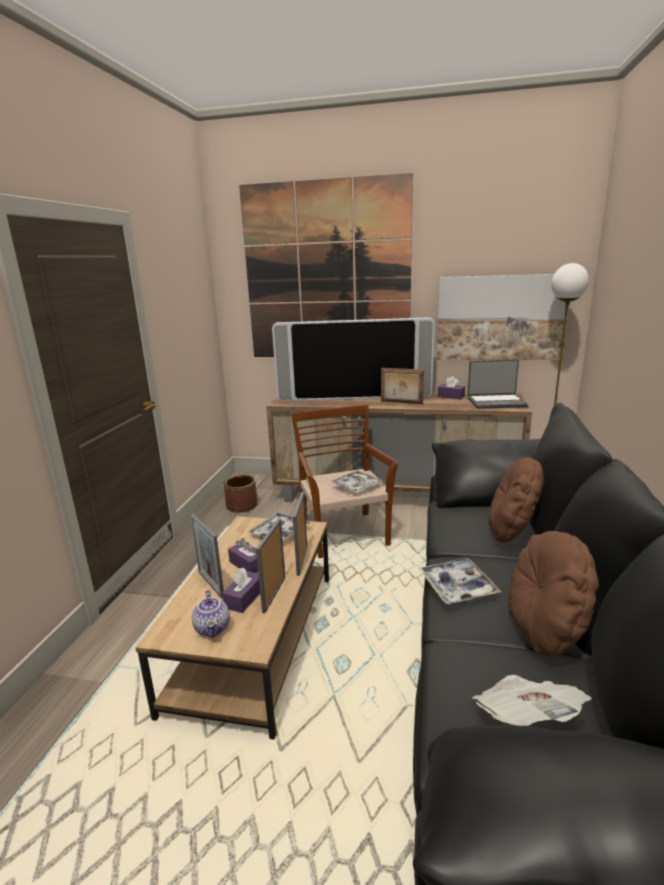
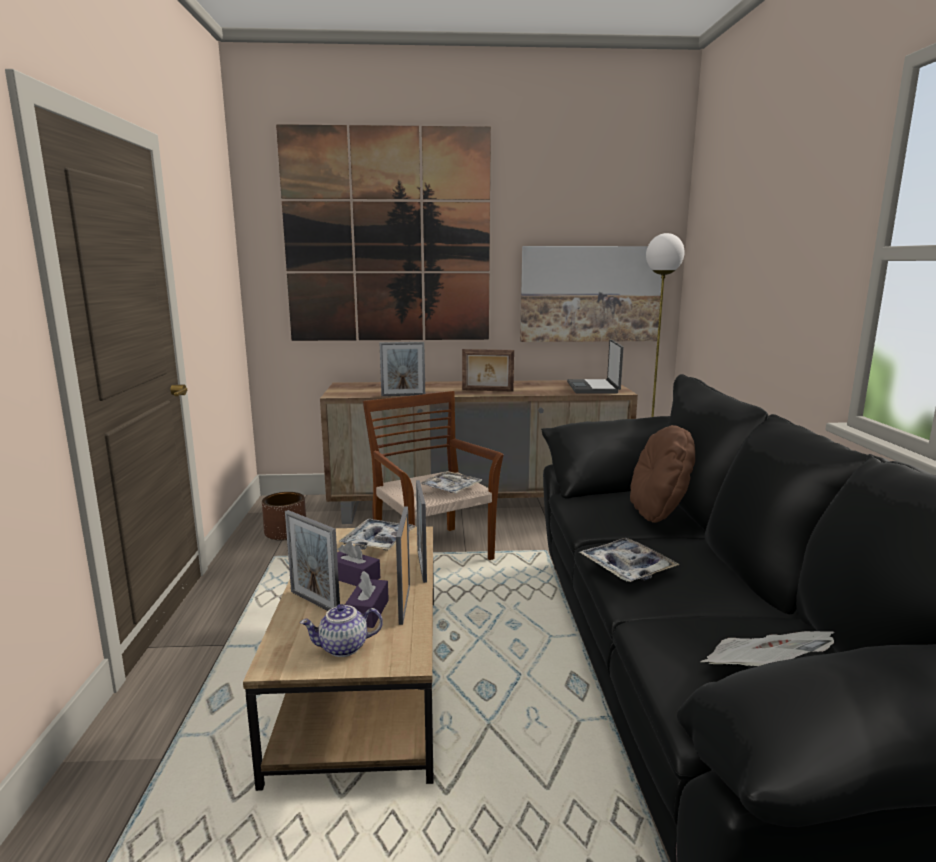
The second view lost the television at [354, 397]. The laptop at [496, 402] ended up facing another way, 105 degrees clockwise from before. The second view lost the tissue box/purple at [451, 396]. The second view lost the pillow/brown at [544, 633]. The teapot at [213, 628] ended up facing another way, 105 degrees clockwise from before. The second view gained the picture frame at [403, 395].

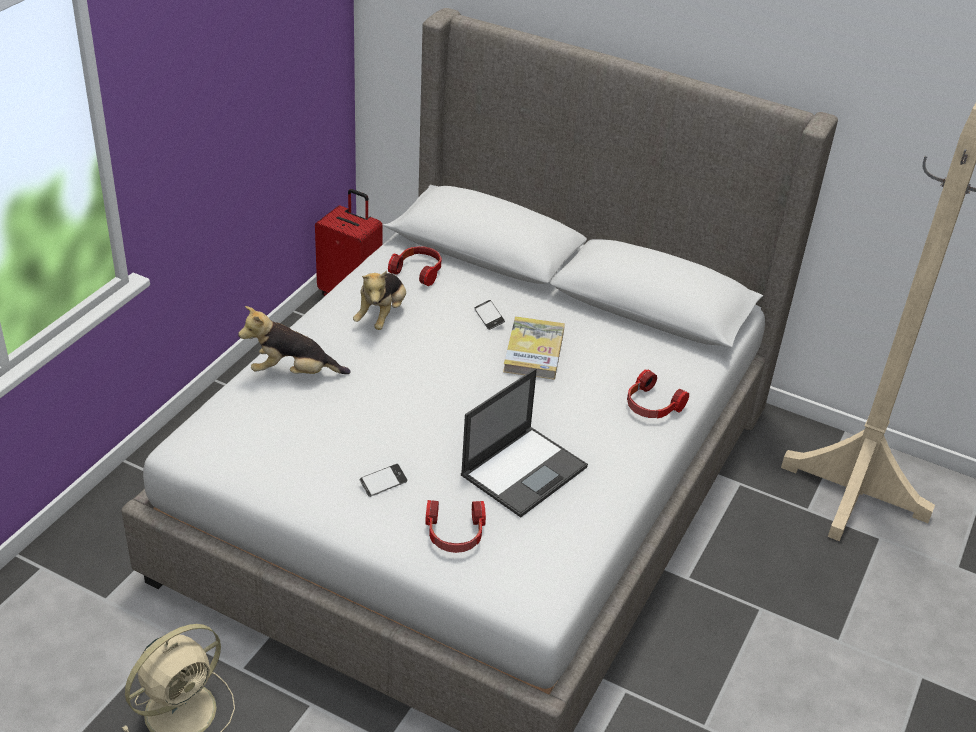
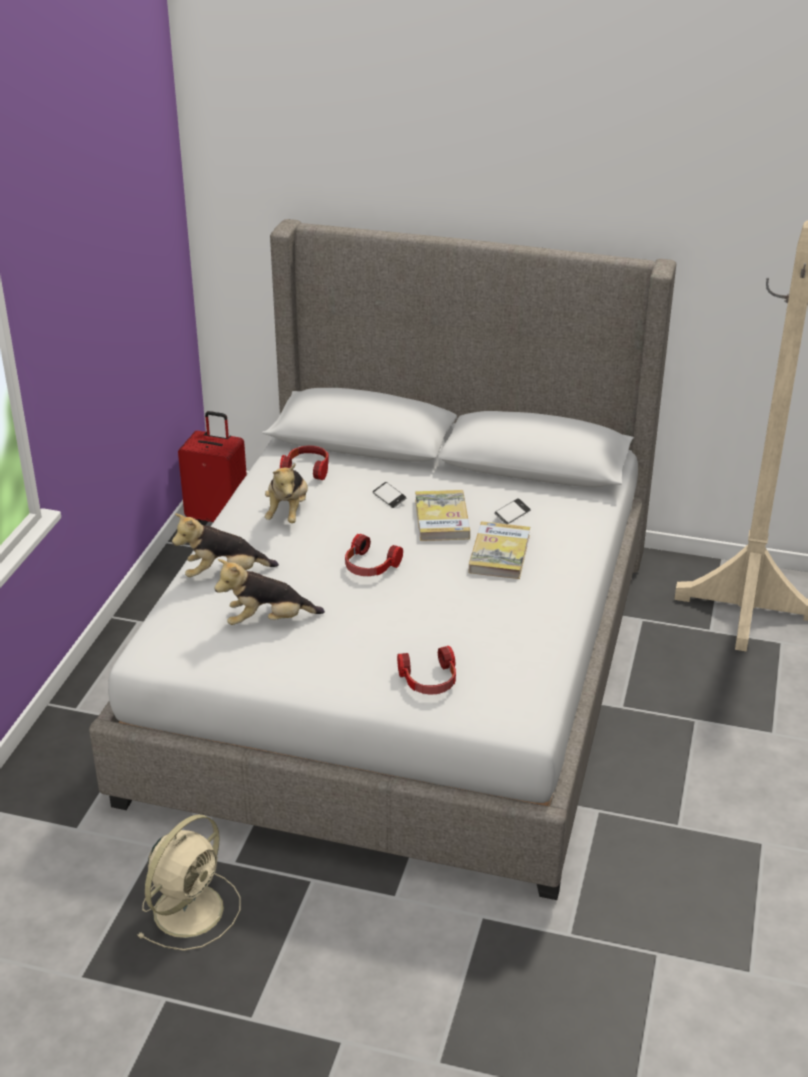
The second view lost the laptop at [524, 470]. The headphones ended up elsewhere, having gone from [651, 406] to [369, 567]. The phone ended up elsewhere, having gone from [383, 483] to [512, 514]. The second view gained the book at [499, 553]. The second view gained the plush toy at [268, 621].

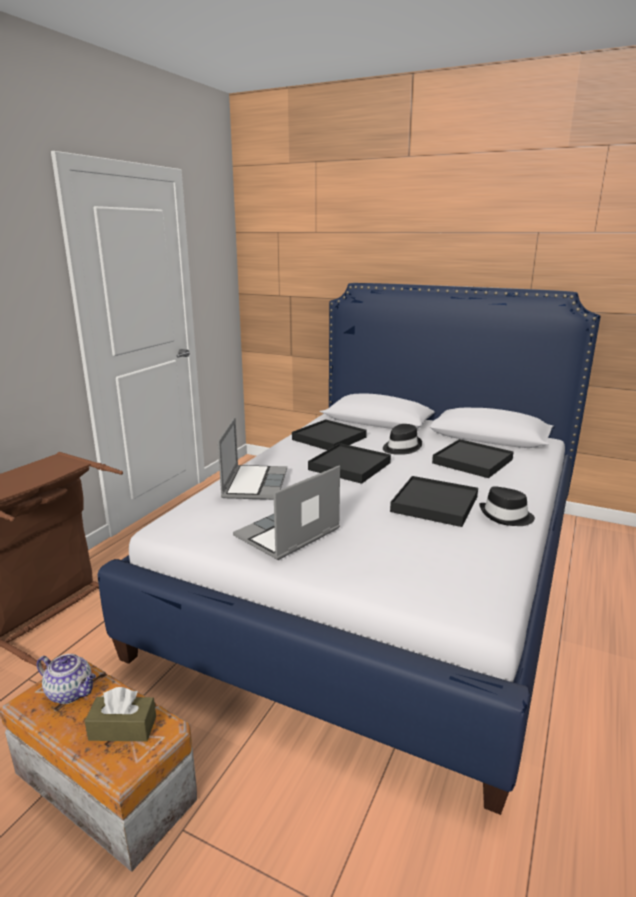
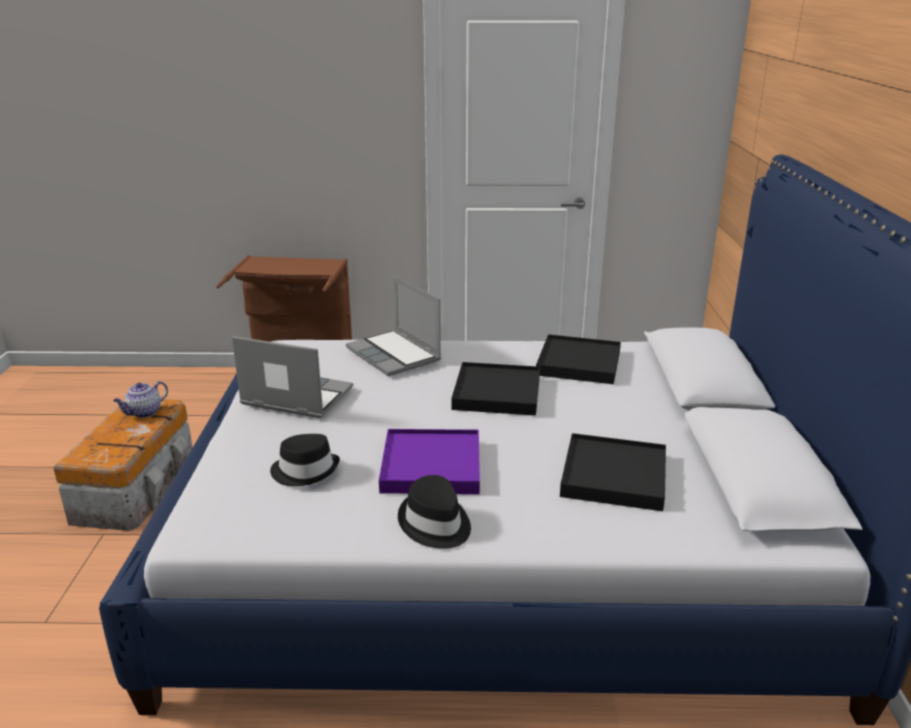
The laptop at [254, 483] ended up facing another way, 75 degrees clockwise from before. The hat/black ended up elsewhere, having gone from [401, 447] to [305, 470]. What was the tray/black at [434, 504] turned into the tray/purple at [431, 466]. The teapot at [71, 692] ended up facing another way, 45 degrees clockwise from before. The second view lost the tissue box/brown at [123, 728].

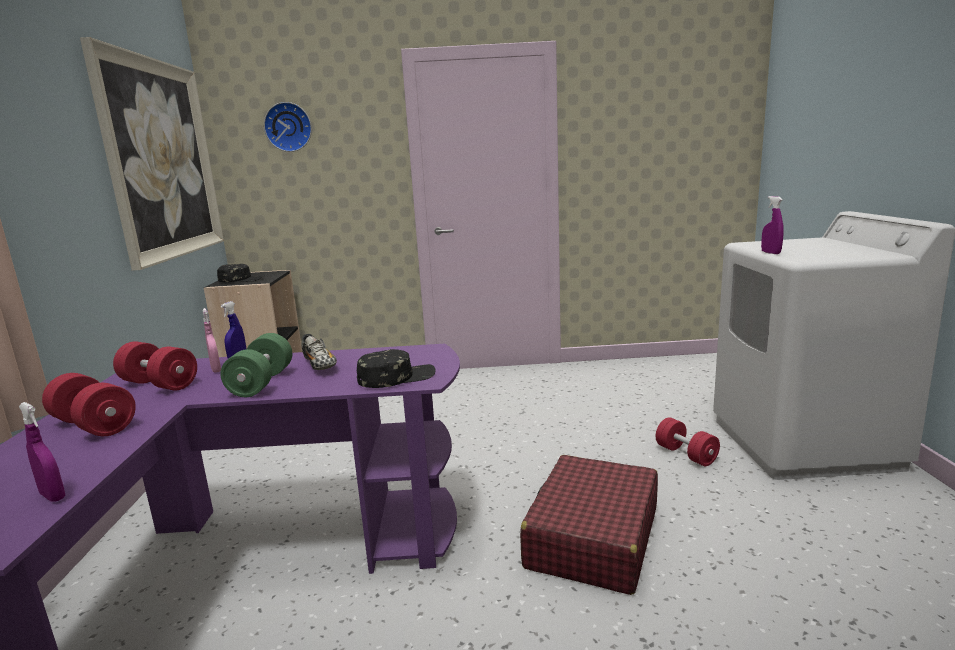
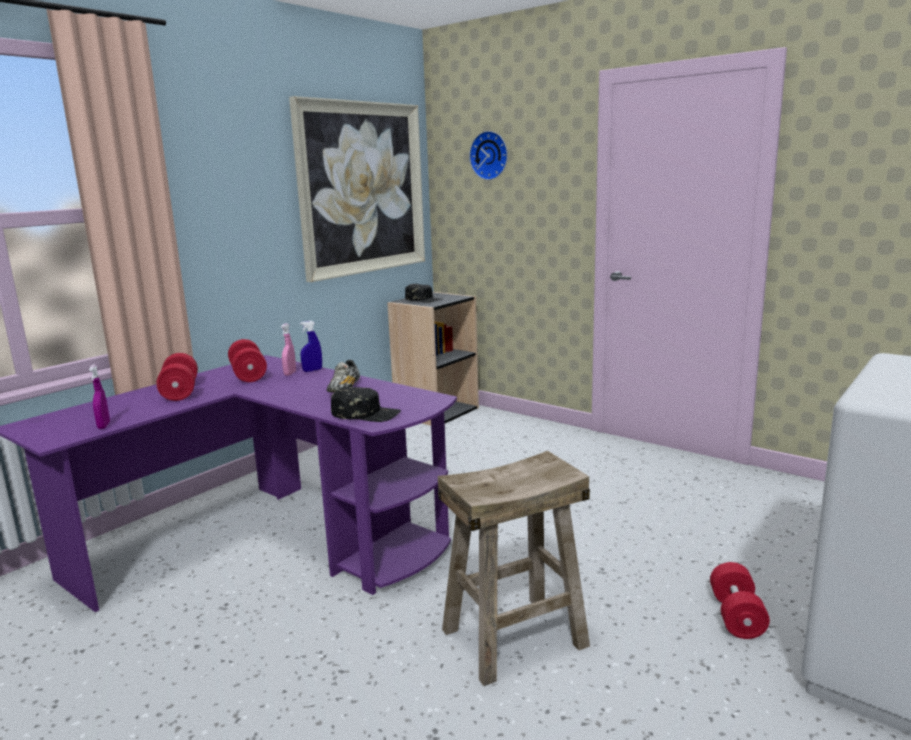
The second view lost the spray bottle/purple at [770, 253]. The second view lost the dumbbell/green at [261, 383]. Where the suitcase/red stood at [592, 538], the stool/beige came to stand at [514, 638].

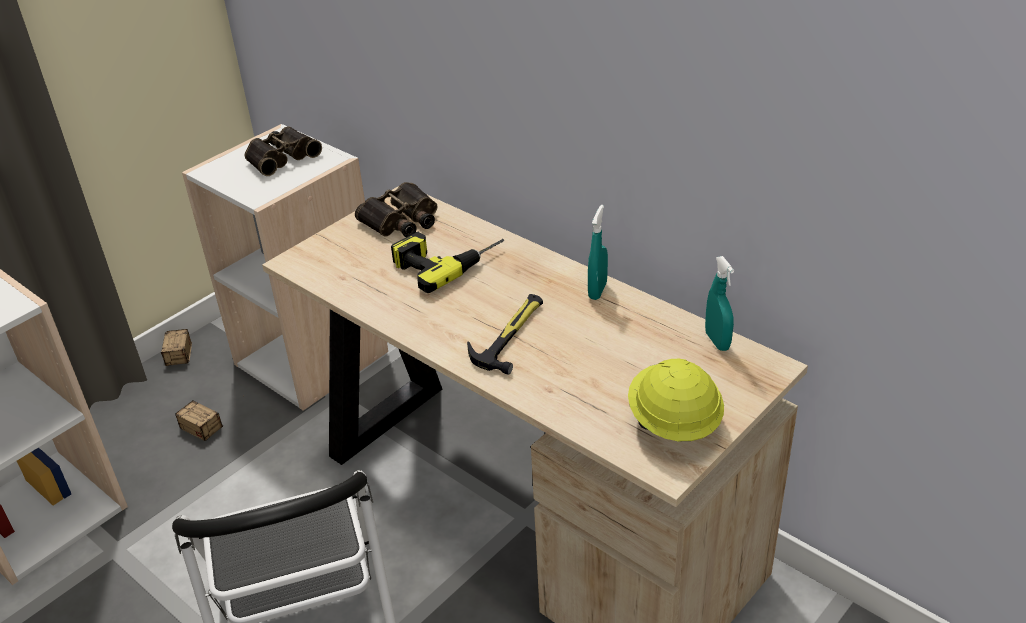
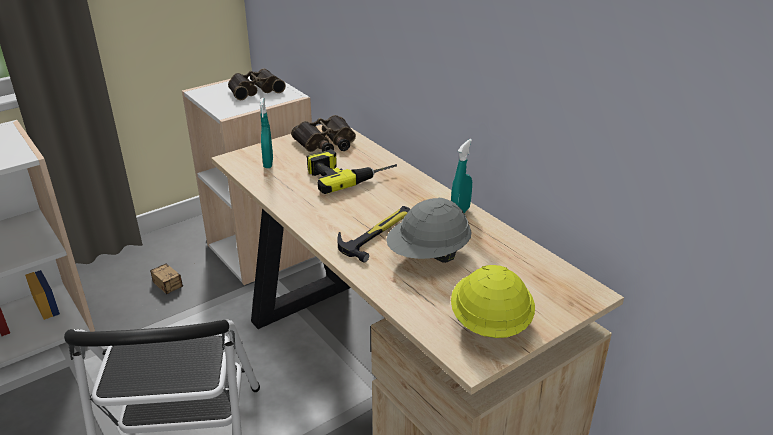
The spray bottle/turquoise ended up elsewhere, having gone from [717, 341] to [268, 163]. The second view lost the storage box at [176, 369]. The second view gained the hard hat/grey at [428, 255].

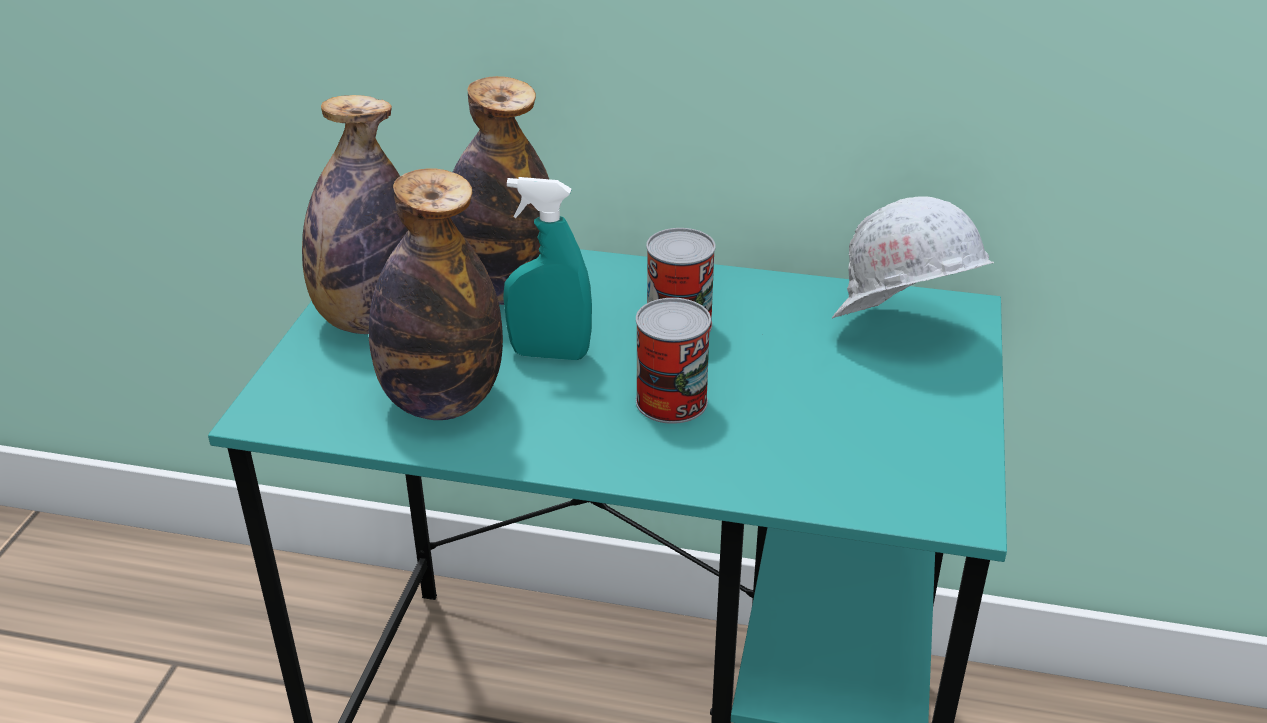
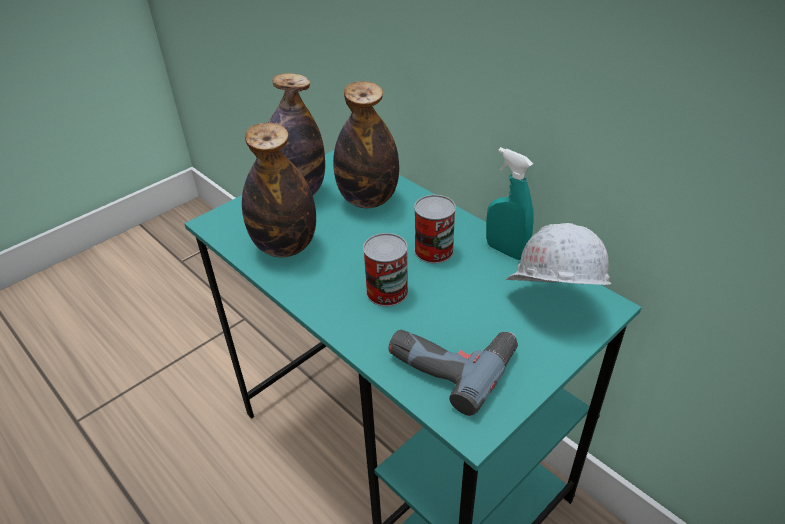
The spray bottle/turquoise ended up elsewhere, having gone from [550, 354] to [505, 251]. The second view gained the power drill at [452, 360].

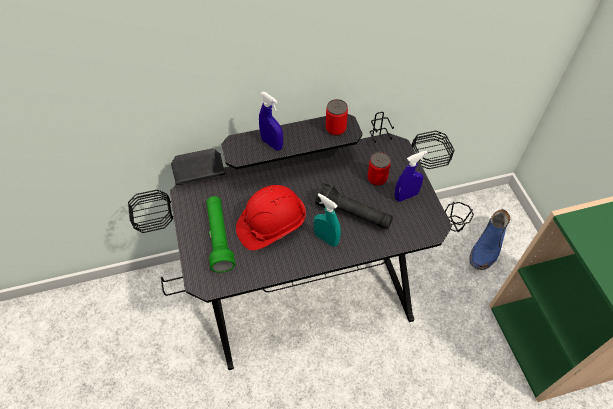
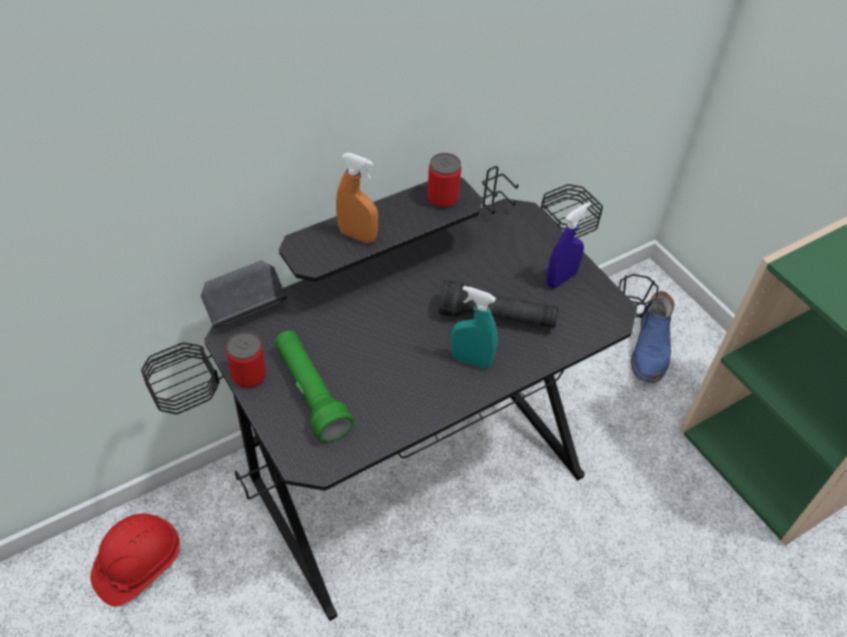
What was the spray bottle/blue at [272, 144] turned into the spray bottle/orange at [357, 236]. The can ended up elsewhere, having gone from [377, 178] to [249, 376]. The hard hat/red ended up elsewhere, having gone from [271, 225] to [138, 564].

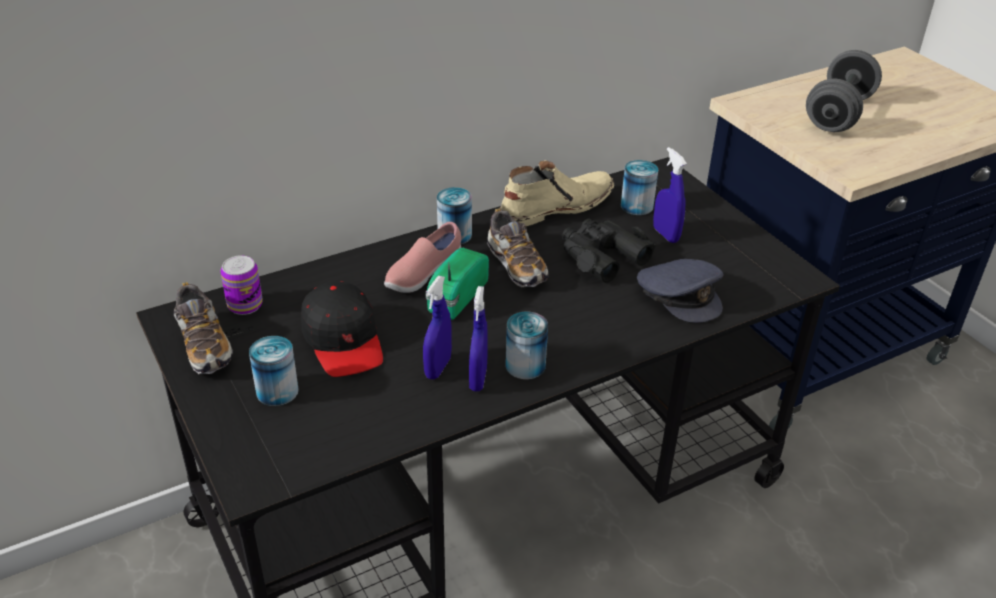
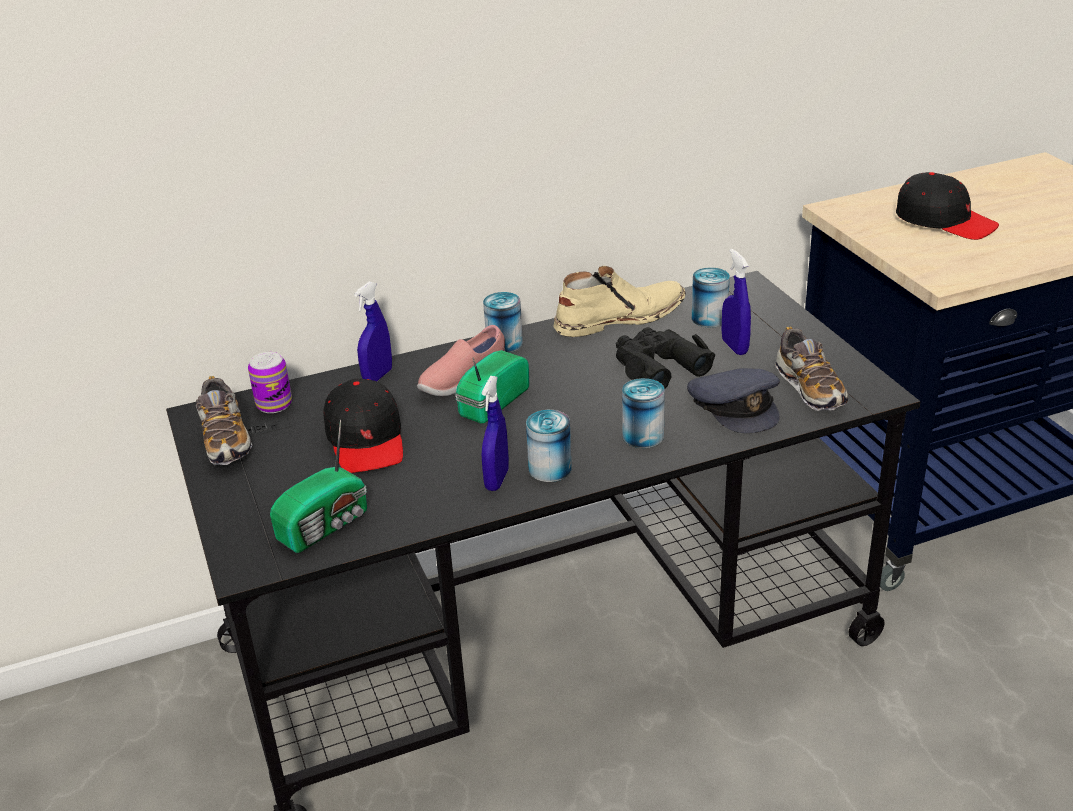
Where the dumbbell/grey stood at [838, 114], the cap/black came to stand at [944, 221]. The shoe ended up elsewhere, having gone from [516, 264] to [810, 388]. The spray bottle/blue ended up elsewhere, having gone from [438, 368] to [377, 376]. The can ended up elsewhere, having gone from [277, 391] to [643, 436]. The second view gained the radio at [326, 525].

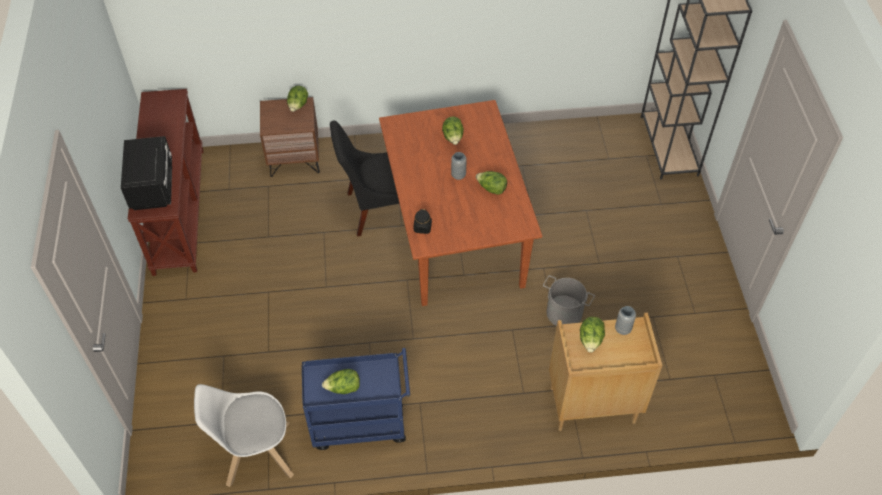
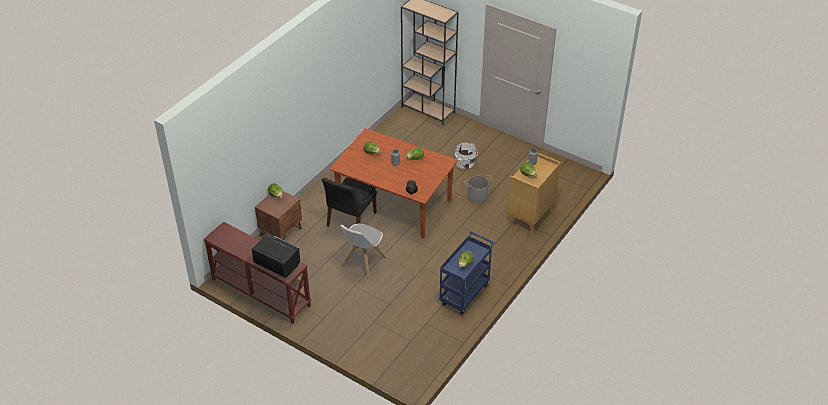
The chair ended up elsewhere, having gone from [255, 453] to [363, 262]. The second view gained the bucket/white at [465, 163].

